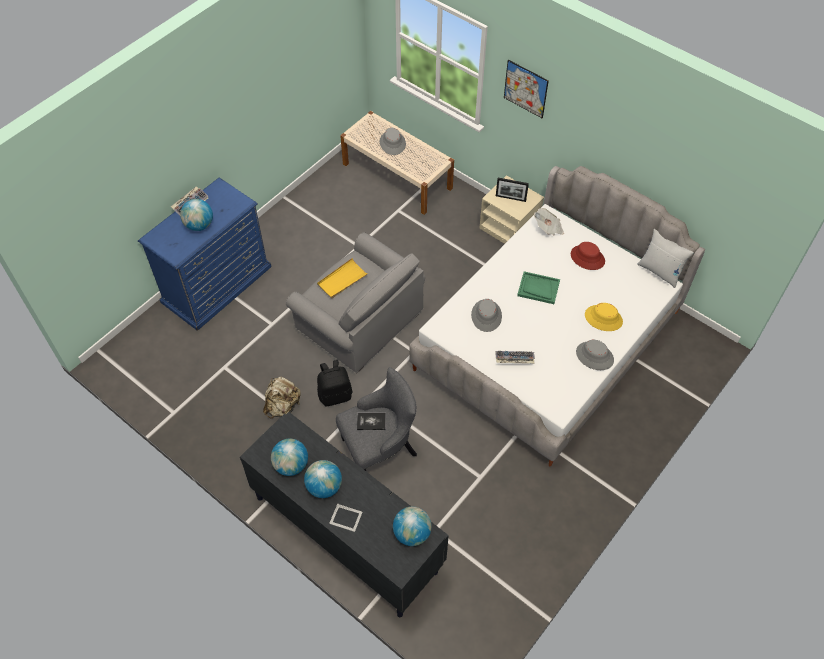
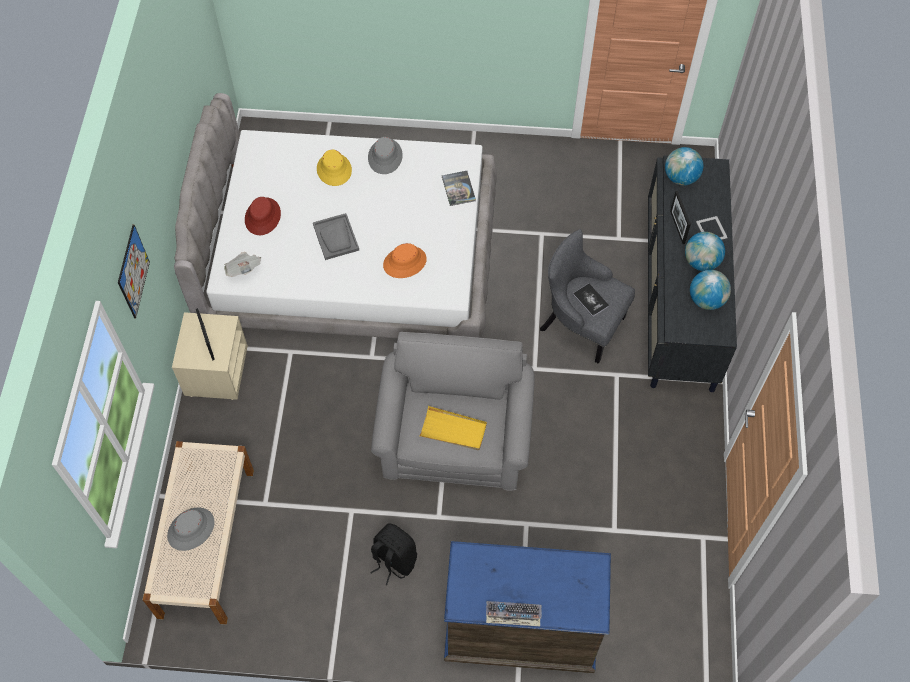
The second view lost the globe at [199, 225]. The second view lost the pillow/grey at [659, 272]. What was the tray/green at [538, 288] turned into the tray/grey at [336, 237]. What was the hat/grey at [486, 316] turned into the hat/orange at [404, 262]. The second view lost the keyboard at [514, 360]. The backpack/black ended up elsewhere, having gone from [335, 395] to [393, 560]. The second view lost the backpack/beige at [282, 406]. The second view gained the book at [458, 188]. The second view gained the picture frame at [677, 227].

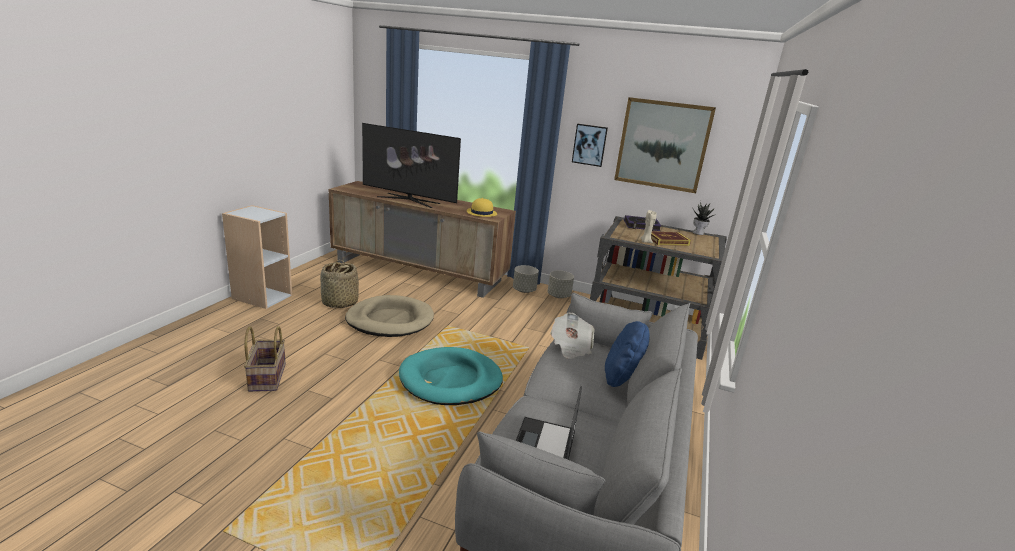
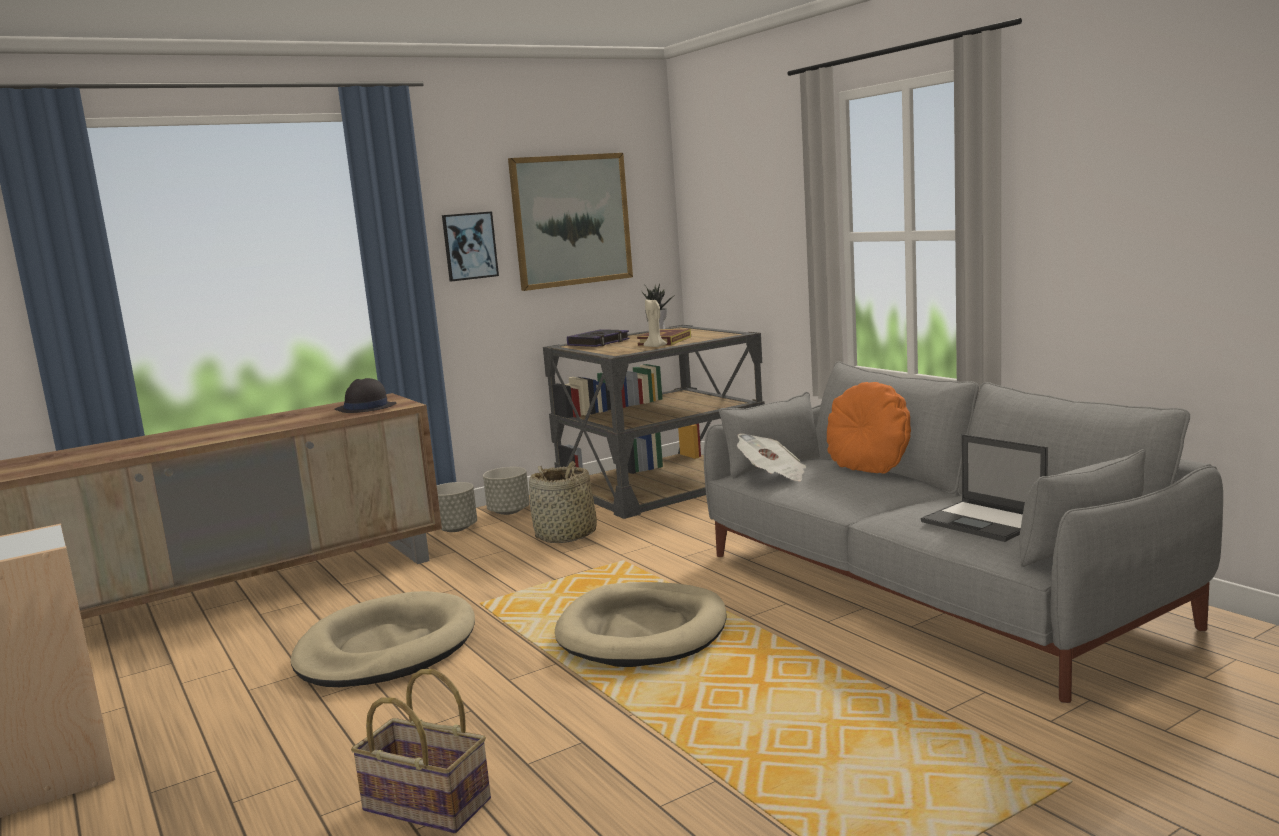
The second view lost the television at [408, 200]. What was the hat/yellow at [481, 213] turned into the hat/black at [365, 408]. The basket ended up elsewhere, having gone from [339, 302] to [566, 535]. What was the pillow/blue at [620, 379] turned into the pillow/orange at [869, 469]. What was the dog bed/turquoise at [451, 380] turned into the dog bed/beige at [643, 631].

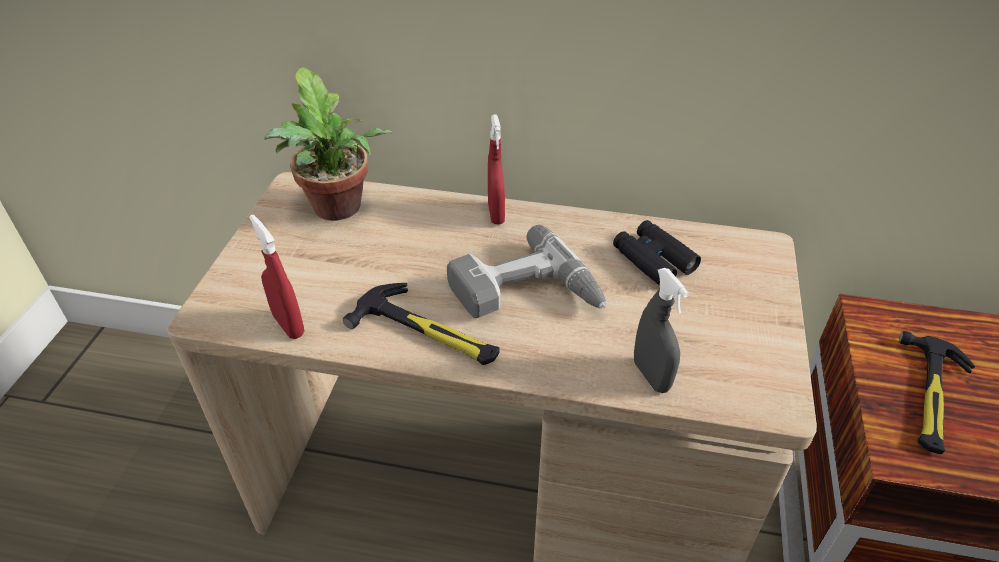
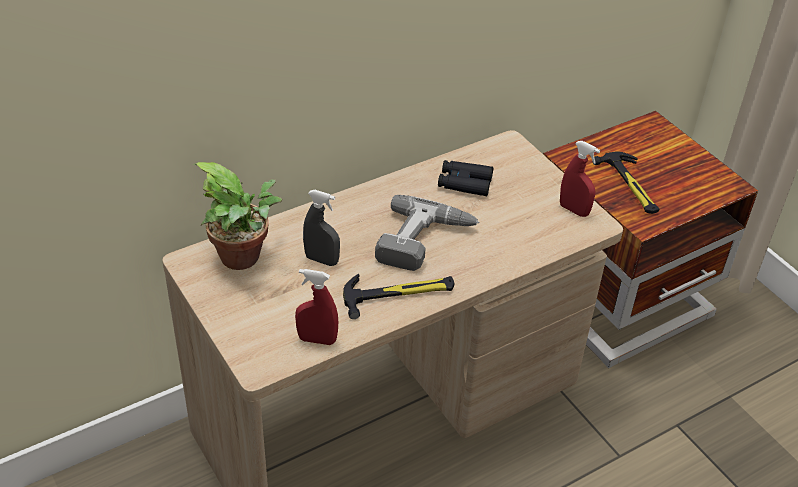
The spray bottle/red ended up elsewhere, having gone from [496, 214] to [574, 210]. The spray bottle/grey ended up elsewhere, having gone from [651, 376] to [321, 260].

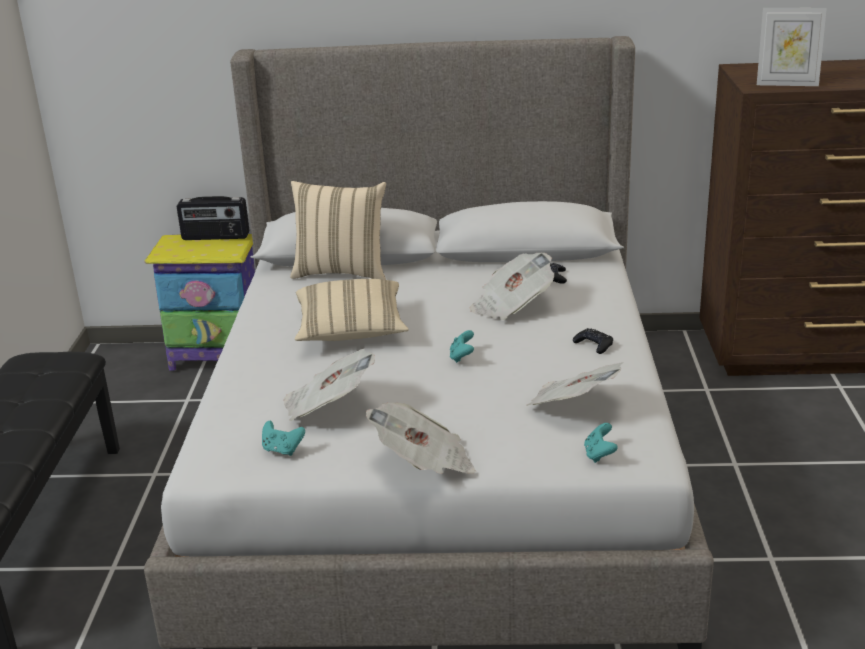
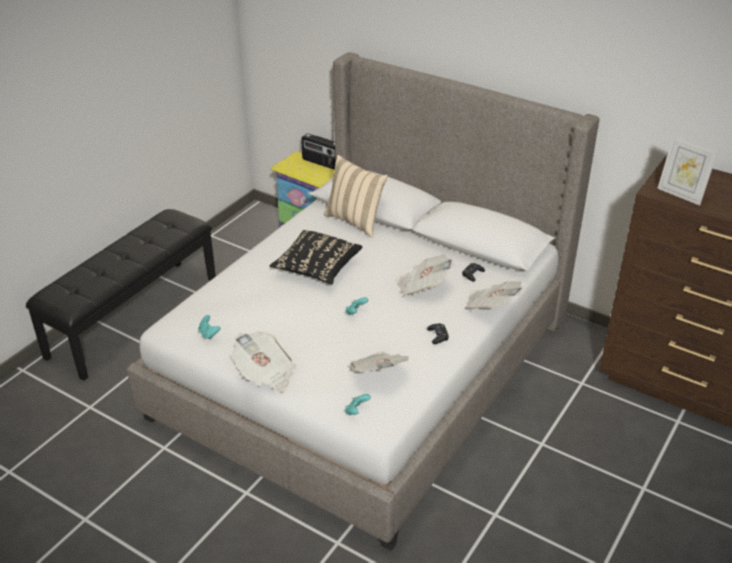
What was the pillow/beige at [351, 331] turned into the pillow/black at [317, 268]. The newspaper ended up elsewhere, having gone from [328, 406] to [491, 307].

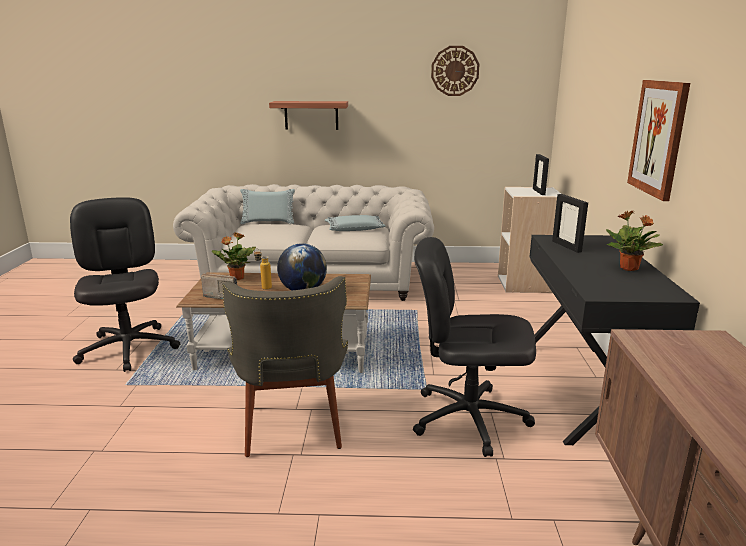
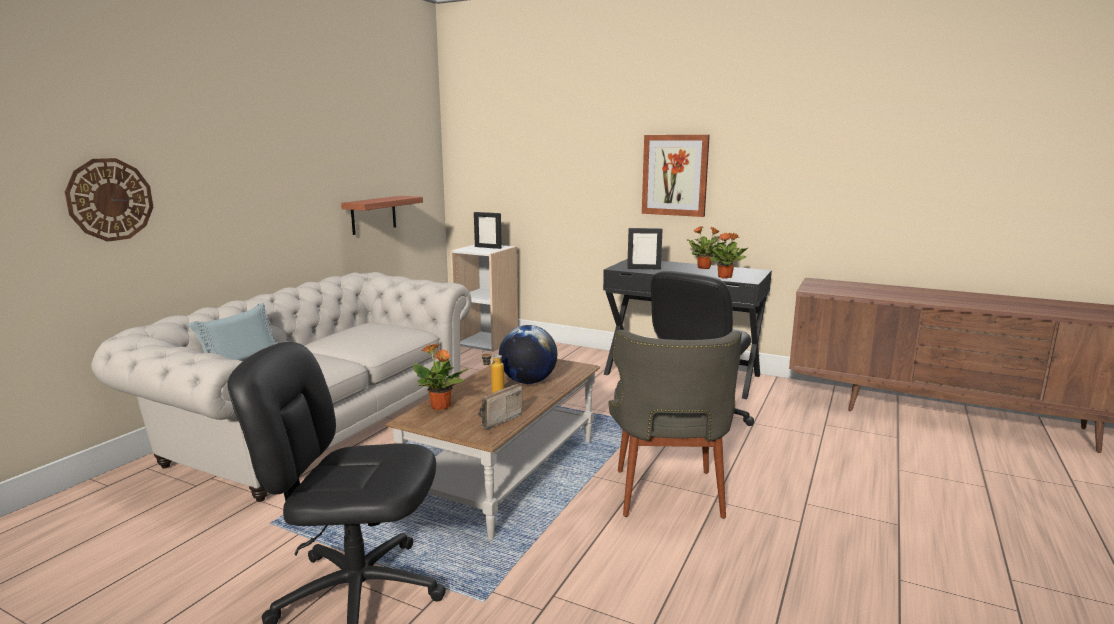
The wall clock ended up elsewhere, having gone from [455, 71] to [110, 199]. The shelf ended up elsewhere, having gone from [311, 115] to [373, 215]. The second view lost the pillow/blue at [354, 227]. The chair/grey at [293, 427] ended up facing another way, 75 degrees clockwise from before. The second view gained the potted plant at [725, 277].

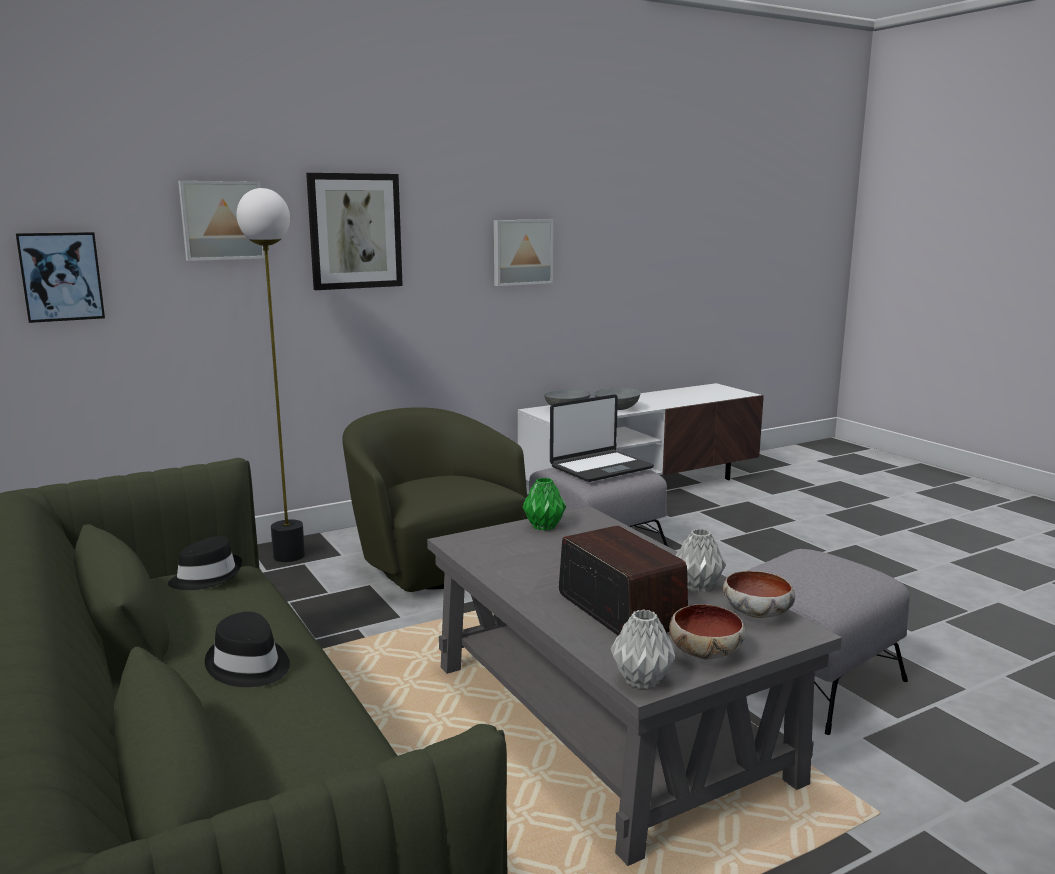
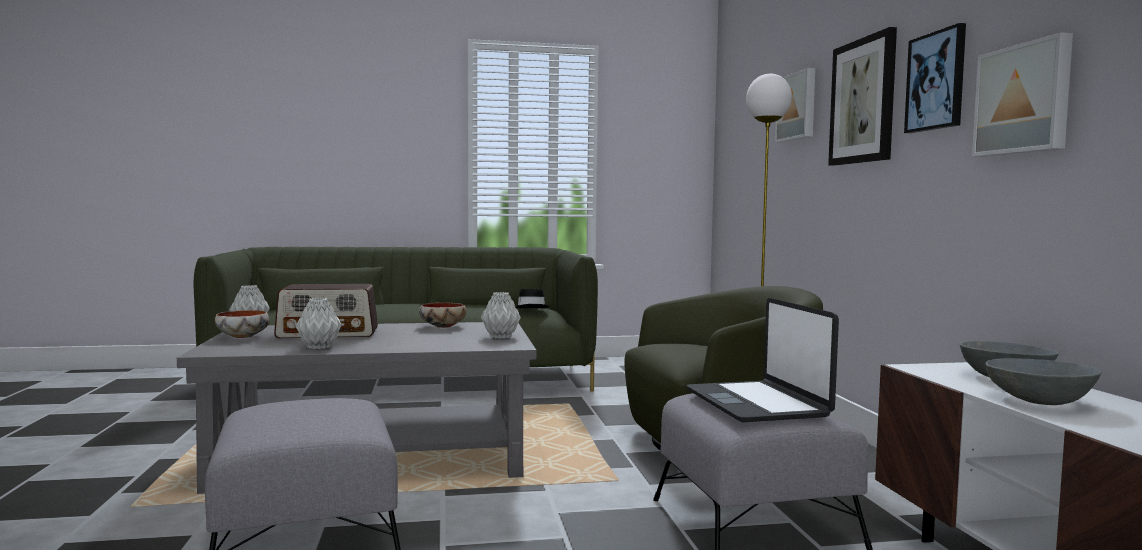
The picture ended up elsewhere, having gone from [61, 276] to [936, 81]. What was the vase/green at [543, 527] turned into the vase/grey at [500, 336]. The bowl ended up elsewhere, having gone from [758, 614] to [442, 326]. The second view lost the hat/black at [248, 666].

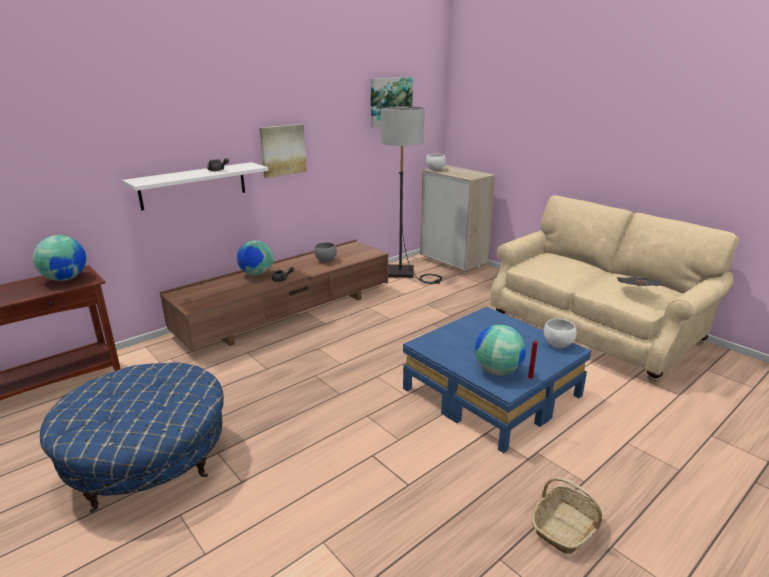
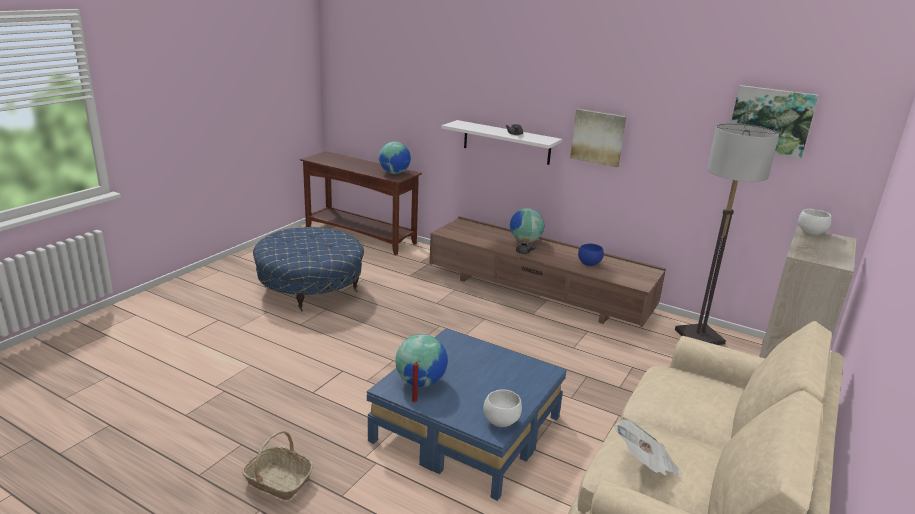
What was the bowl/grey at [325, 261] turned into the bowl/blue at [588, 263].

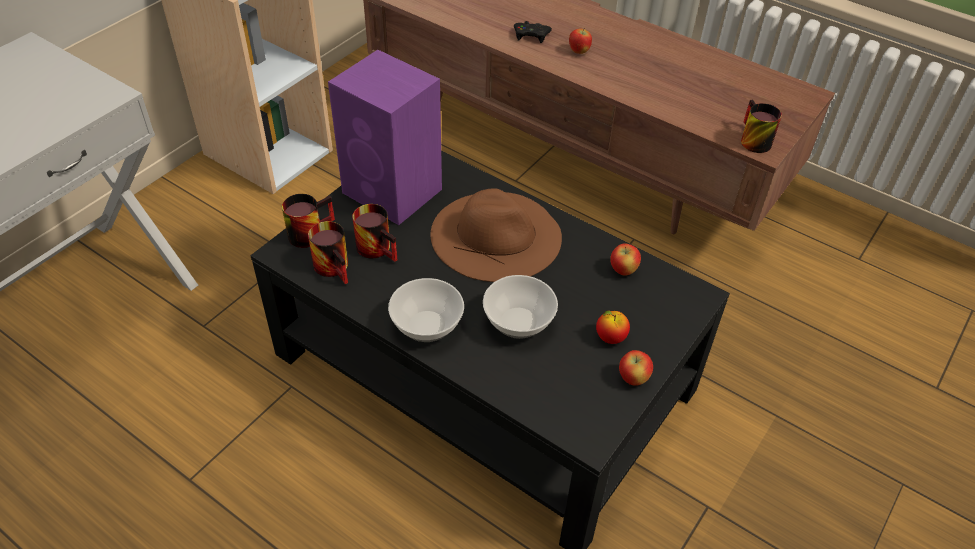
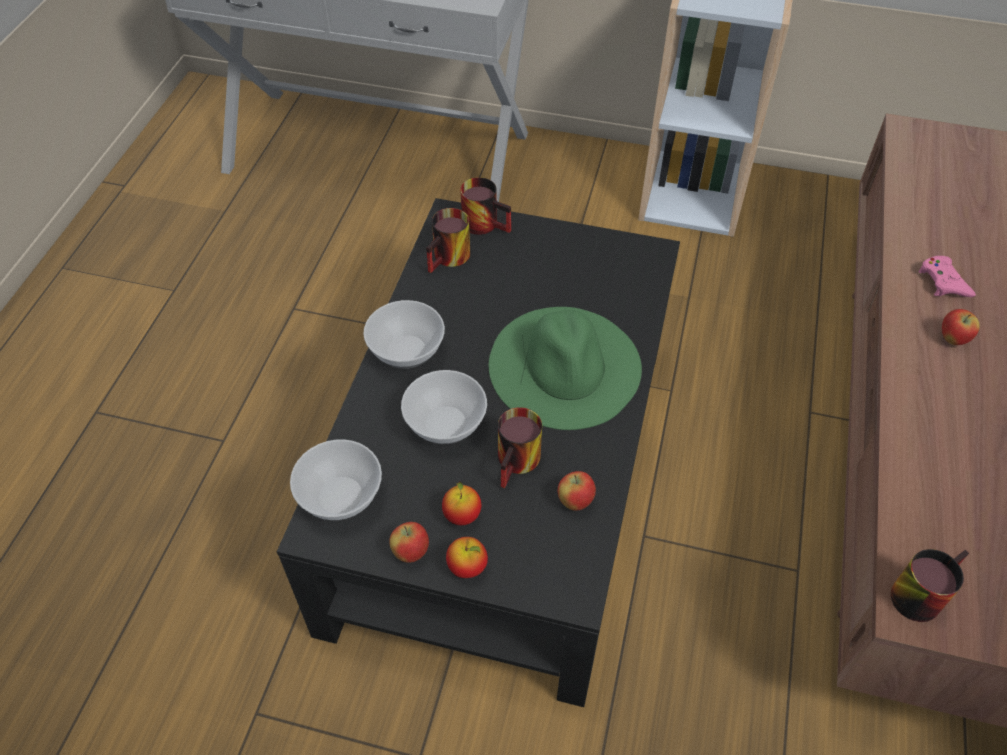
What was the game controller/black at [531, 35] turned into the game controller/pink at [943, 281]. The second view lost the speaker/purple at [394, 192]. What was the hat/brown at [496, 235] turned into the hat/green at [565, 366]. The mug ended up elsewhere, having gone from [379, 248] to [520, 463]. The second view gained the bowl at [340, 495]. The second view gained the apple at [467, 567].

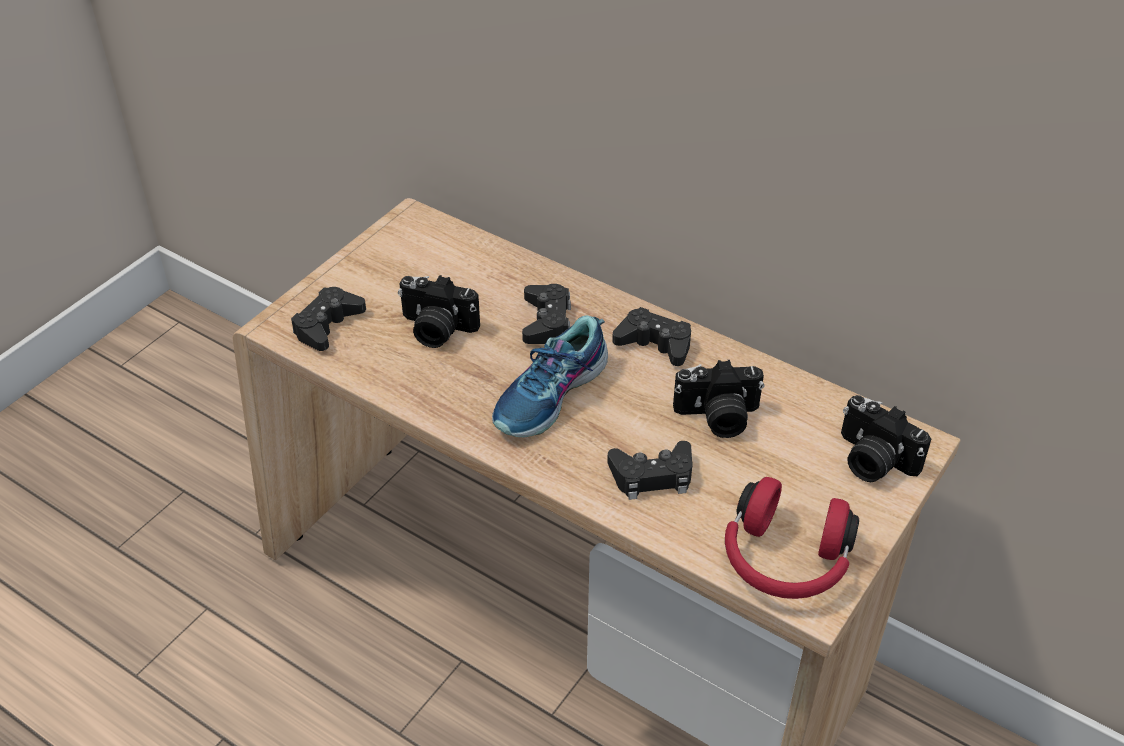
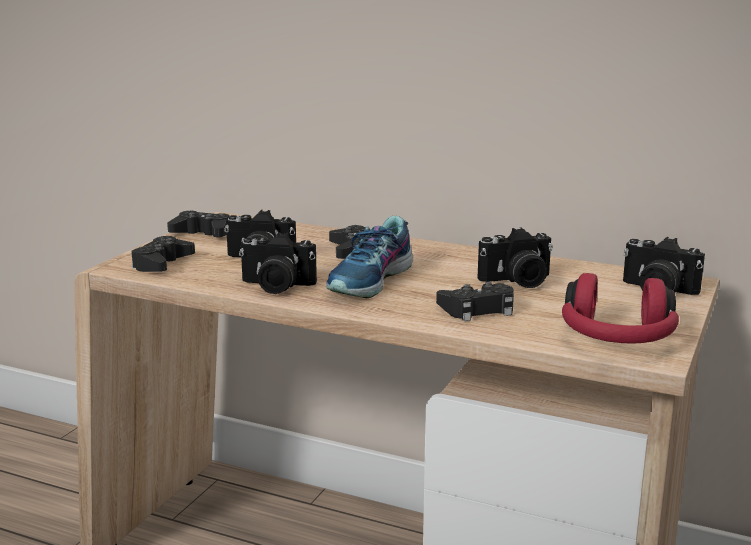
The game controller/black ended up elsewhere, having gone from [655, 344] to [202, 233]. The second view gained the photo camera at [276, 286].

